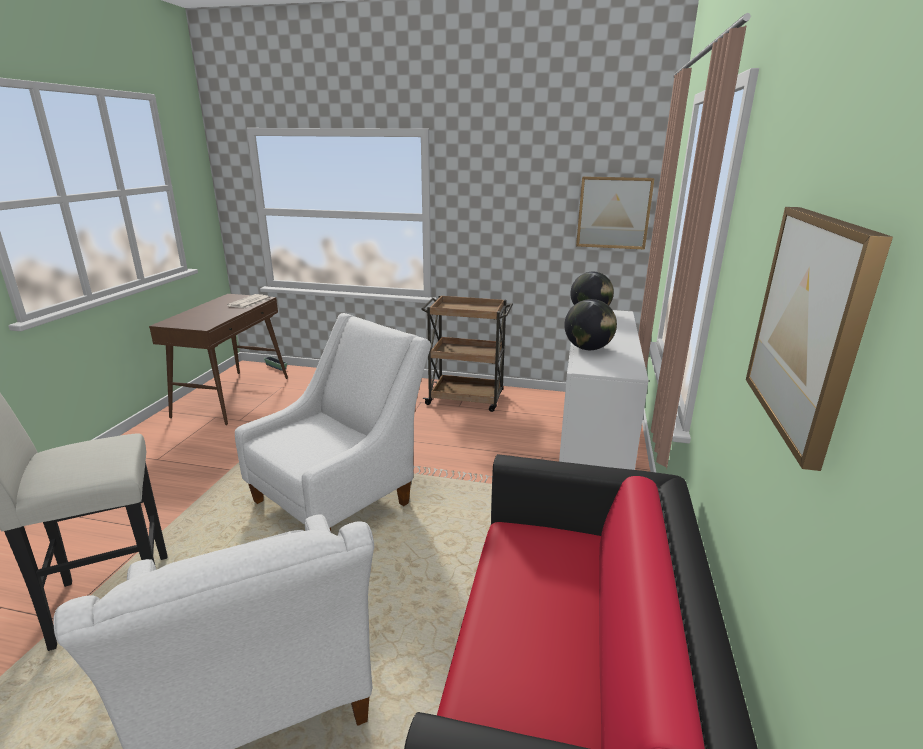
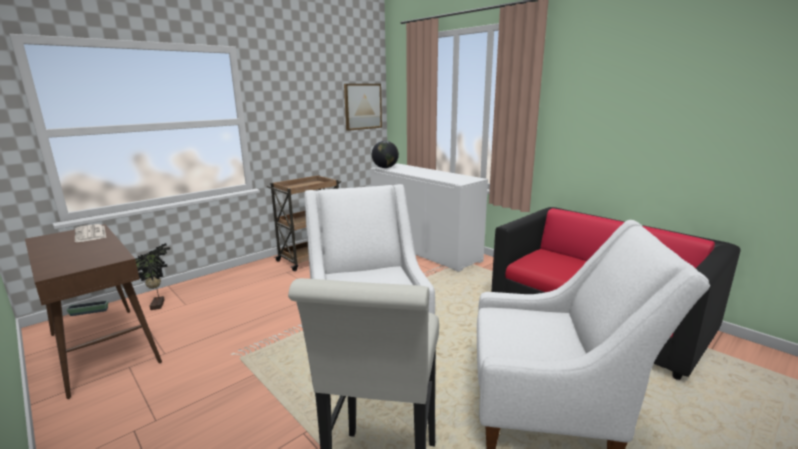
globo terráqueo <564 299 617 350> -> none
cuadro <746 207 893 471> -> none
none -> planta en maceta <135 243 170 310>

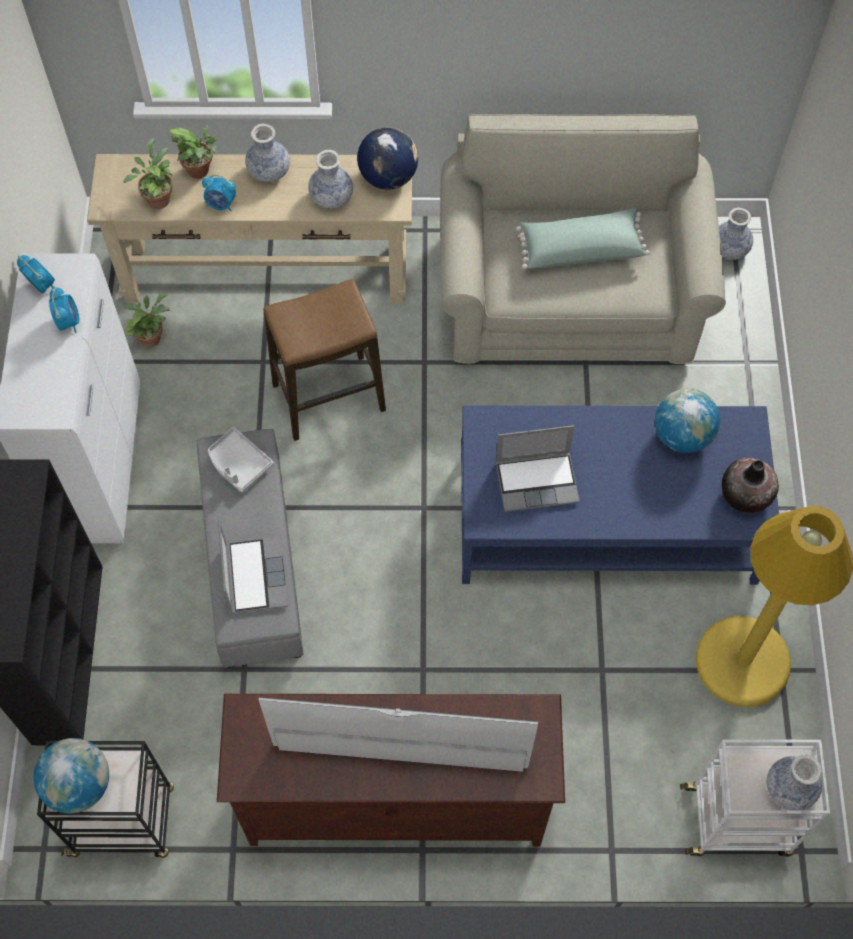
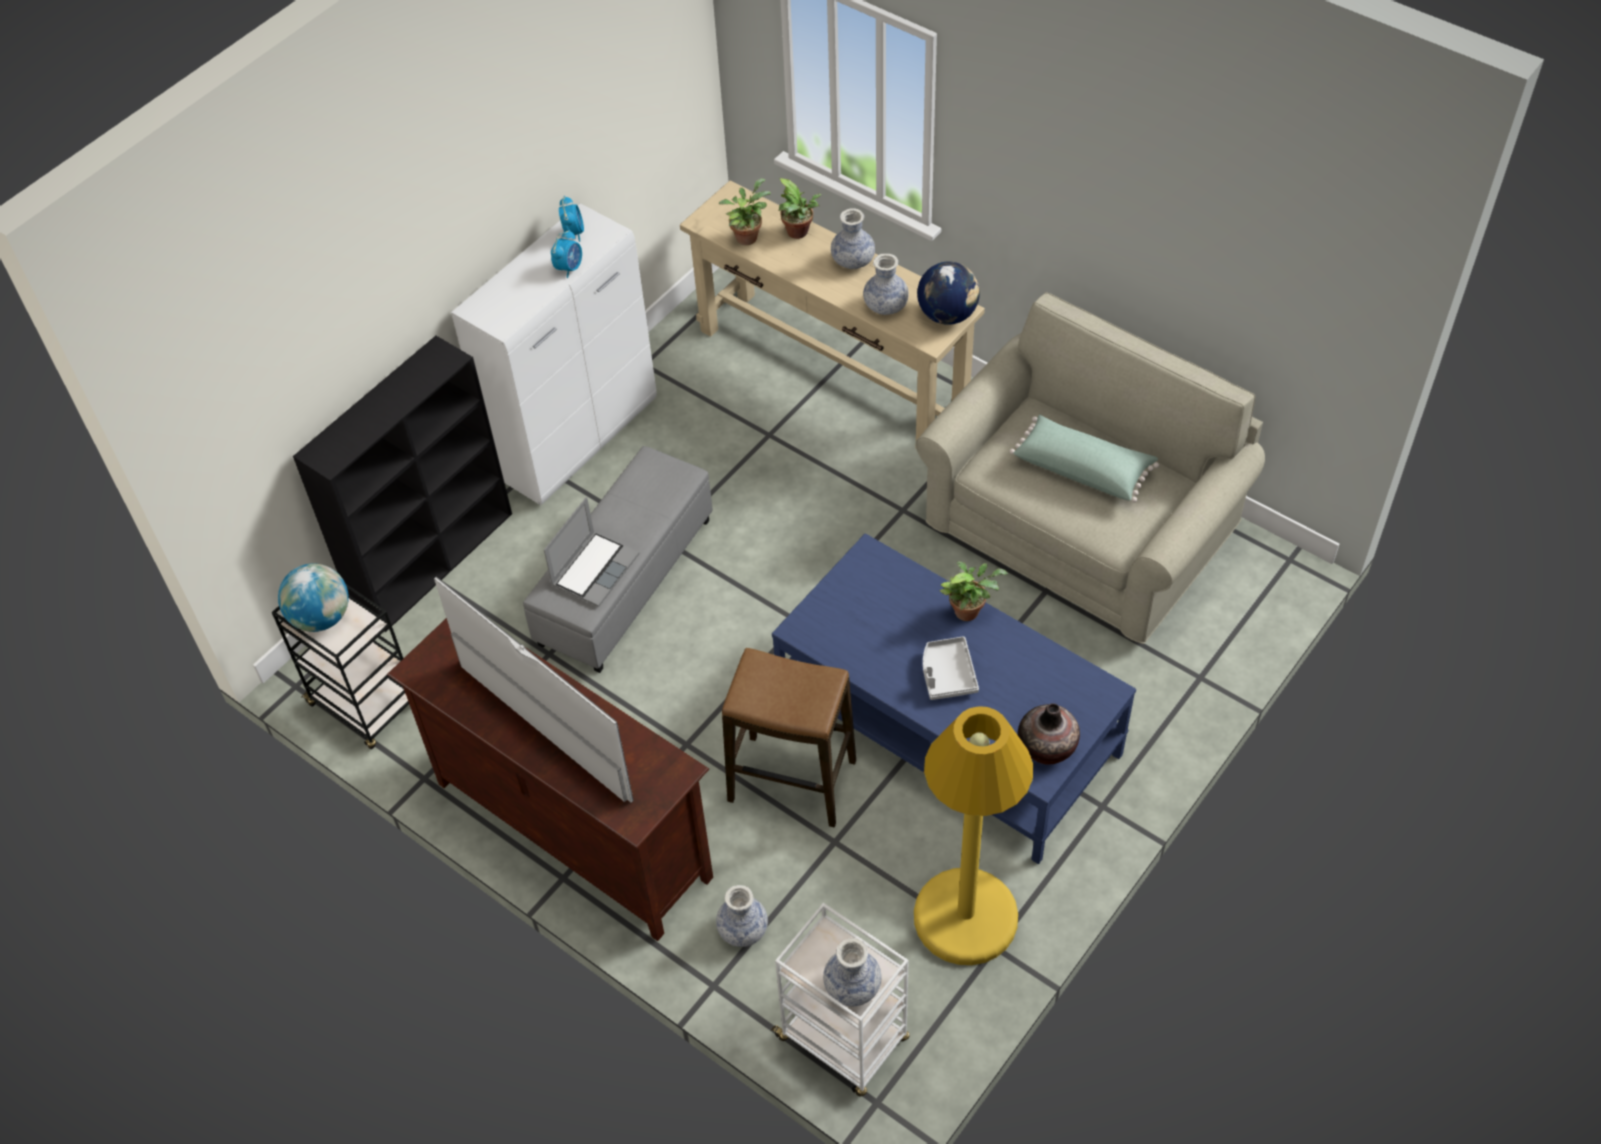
planta en maceta <124 293 170 348> -> planta en maceta <940 561 1008 621>, move
despertador <202 175 236 211> -> none
bandeja/gris <208 427 274 493> -> bandeja/gris <923 636 979 700>, move
taburete <263 279 386 441> -> taburete <722 648 856 827>, move
portátil <496 425 580 512> -> none
globo terráqueo <655 389 720 453> -> none
florero <719 207 753 260> -> florero <716 885 768 947>, move

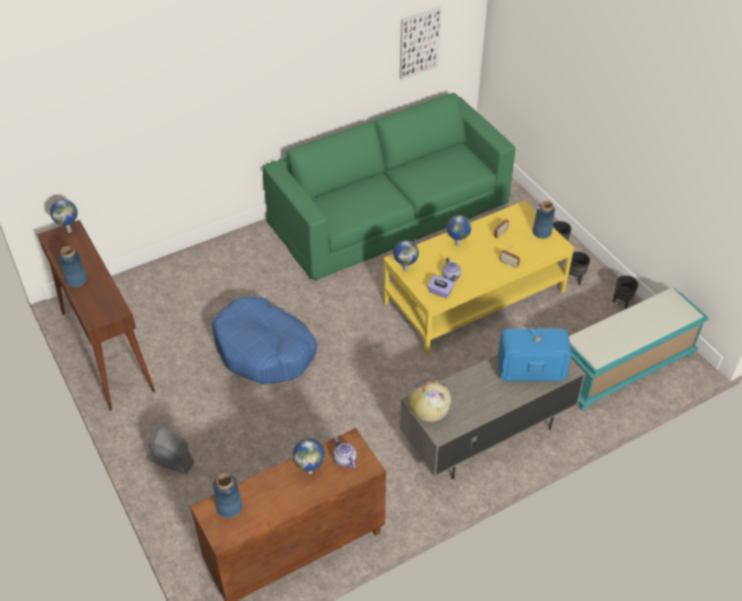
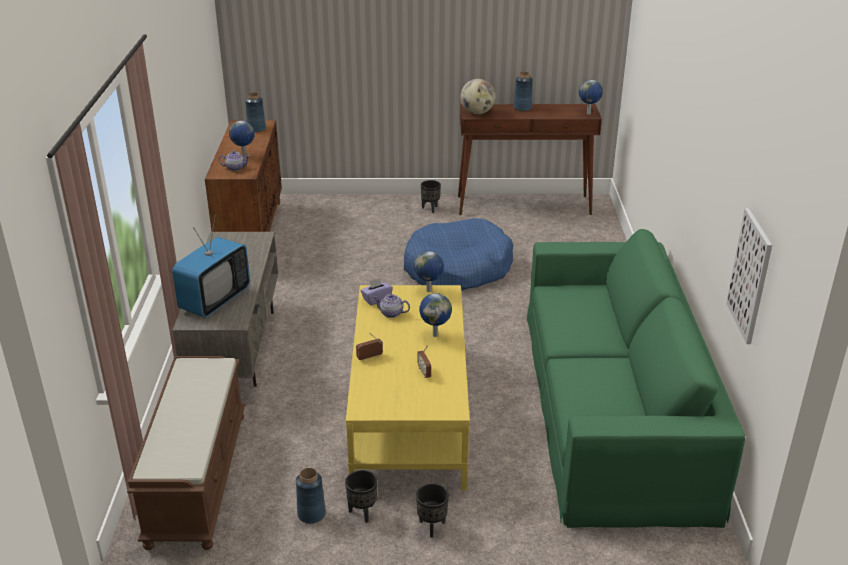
ventilador/gris <147 428 195 474> -> none
globo terráqueo <408 379 451 422> -> globo terráqueo <460 79 495 114>, move
florero/azul <533 201 555 239> -> florero/azul <296 468 326 524>, move
banco/turquesa <569 288 709 411> -> banco/marrón <127 356 245 550>
maceta/negro <613 275 638 309> -> maceta/negro <421 180 441 213>, move

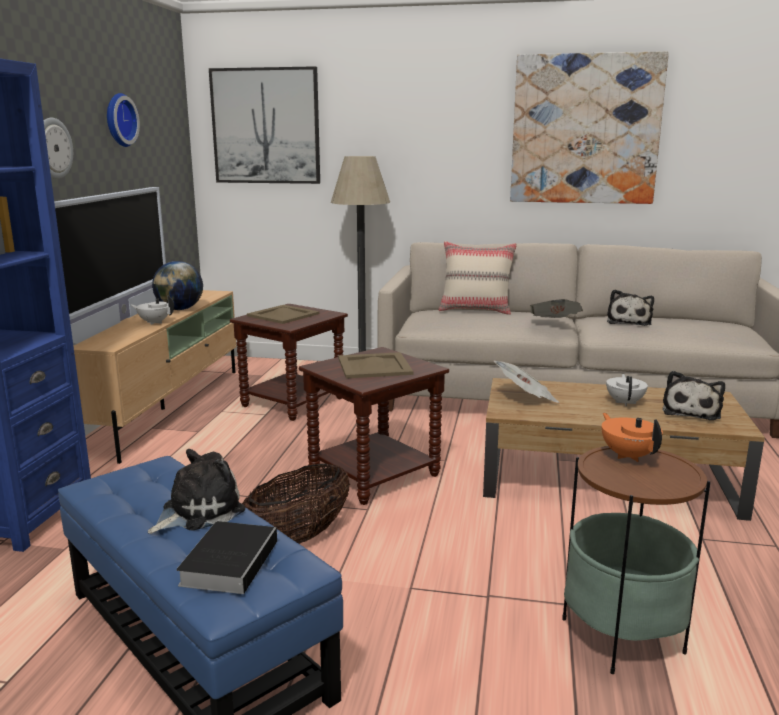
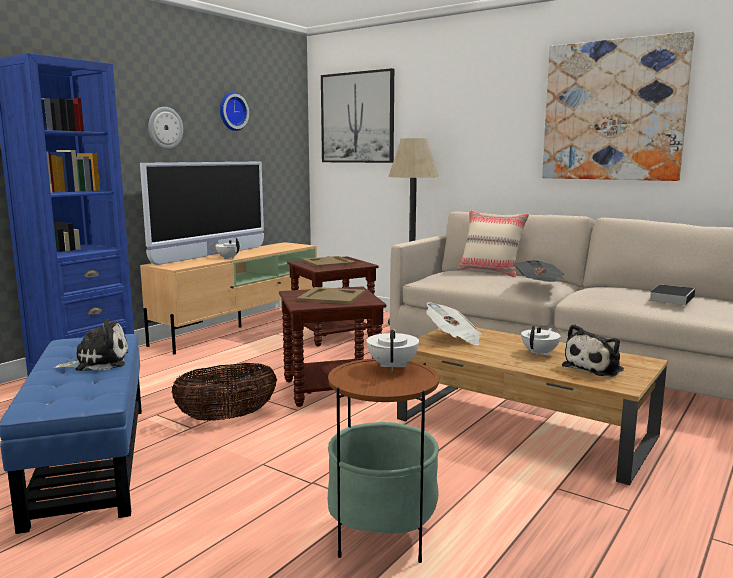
globo terráqueo <152 261 203 310> -> none
libro <177 521 279 594> -> libro <649 285 695 305>, move
tetera/naranja <602 413 663 462> -> tetera/blanco <367 329 419 371>
peluche <607 289 654 326> -> none

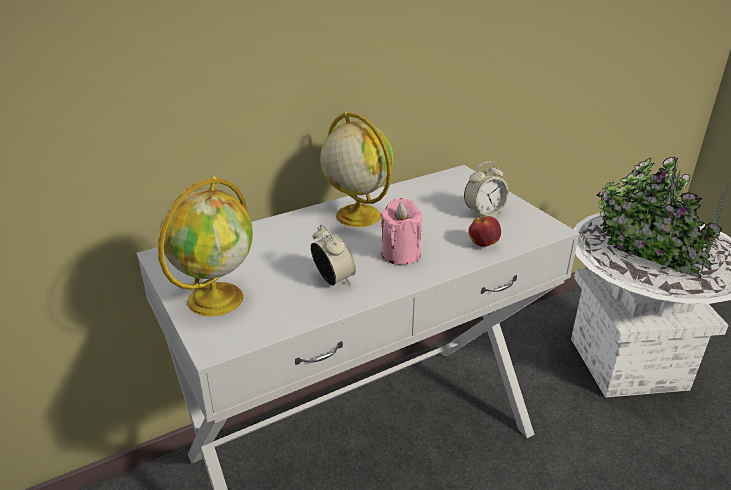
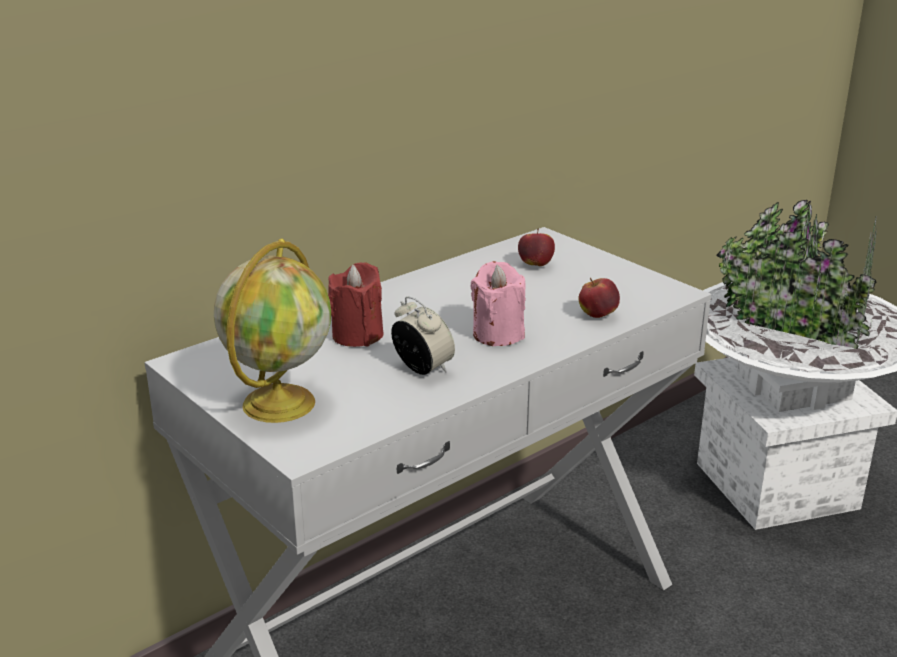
globo terráqueo <320 111 393 227> -> none
despertador <464 162 509 218> -> none
none -> vela/rojo <328 262 384 347>
none -> manzana <518 229 555 266>

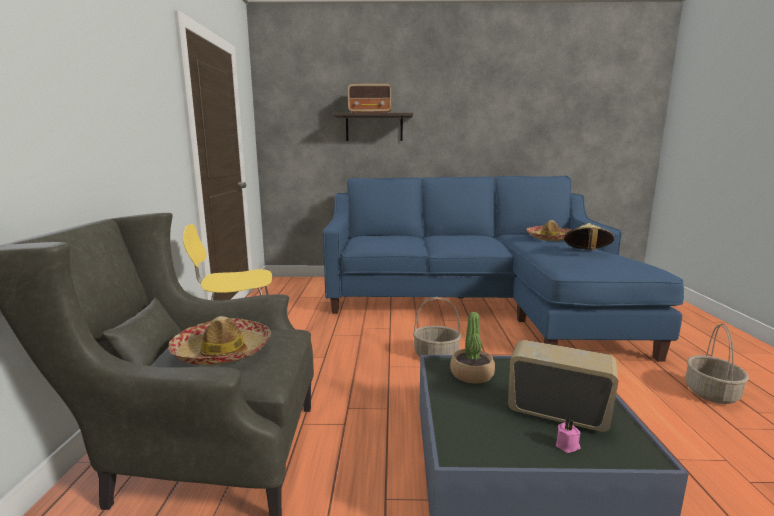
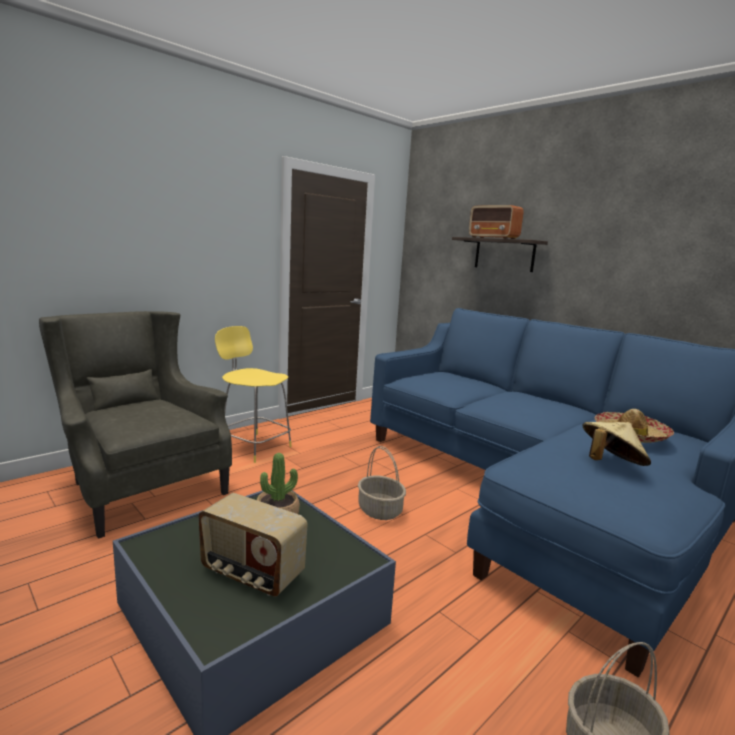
sombrero <168 316 271 365> -> none
radio <508 340 618 432> -> radio <198 493 307 597>, 135 degrees clockwise
vela/rosa <556 419 581 453> -> none

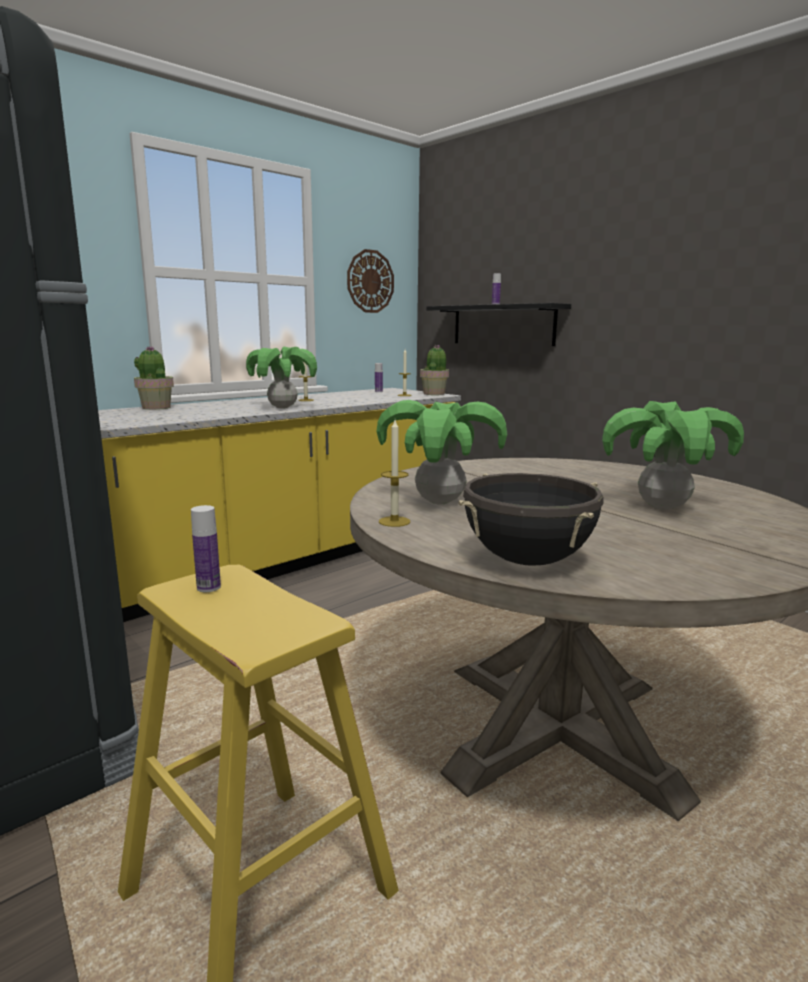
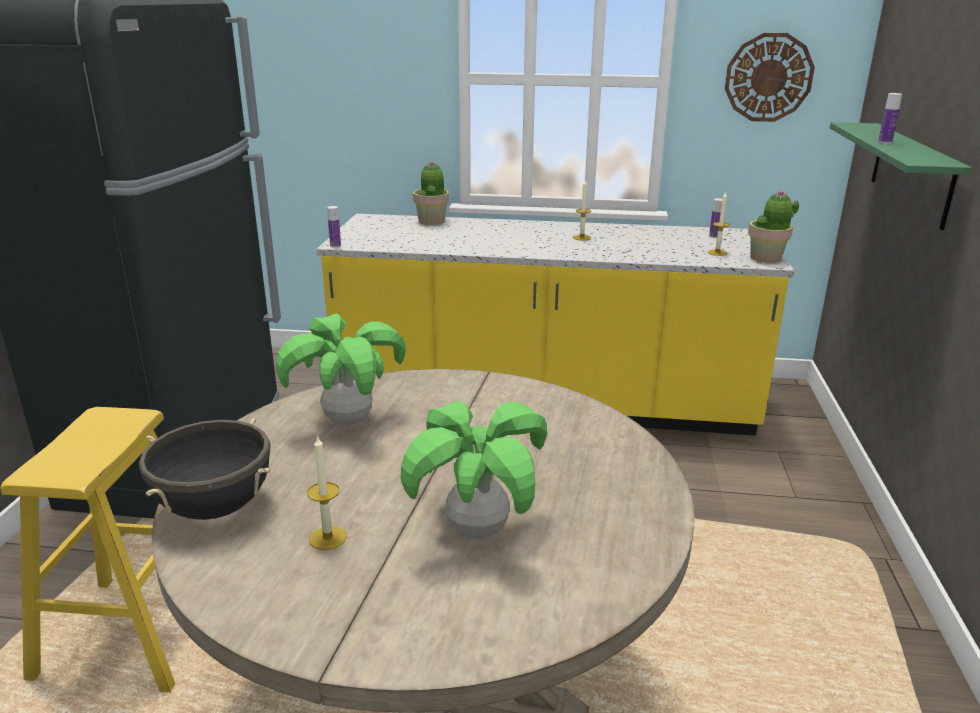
botella <191 505 221 592> -> botella <327 206 341 248>, move
planta en maceta <246 347 317 408> -> none
vela <379 420 410 527> -> vela <307 435 347 550>, move
estante/negro <426 303 571 346> -> estante/verde <830 122 972 230>

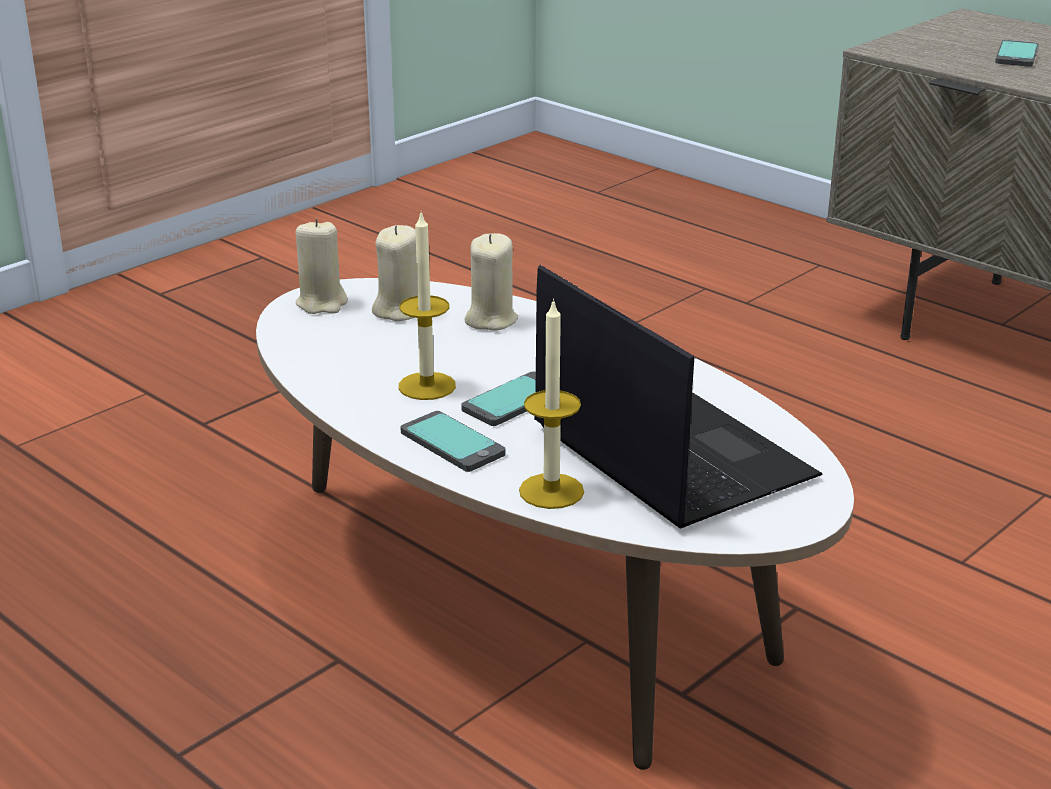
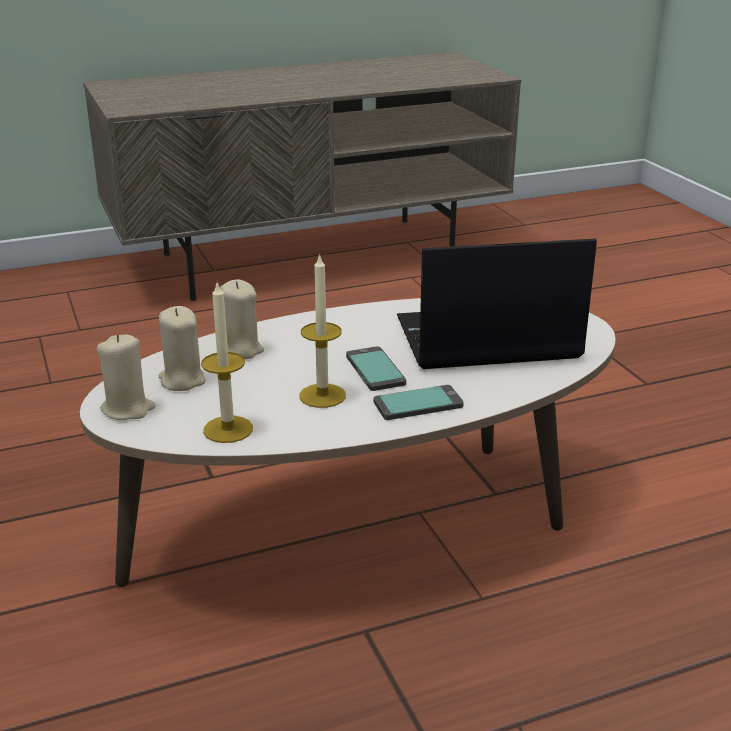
vela <519 298 584 509> -> vela <201 283 253 443>, move
móvil <995 40 1039 67> -> none

